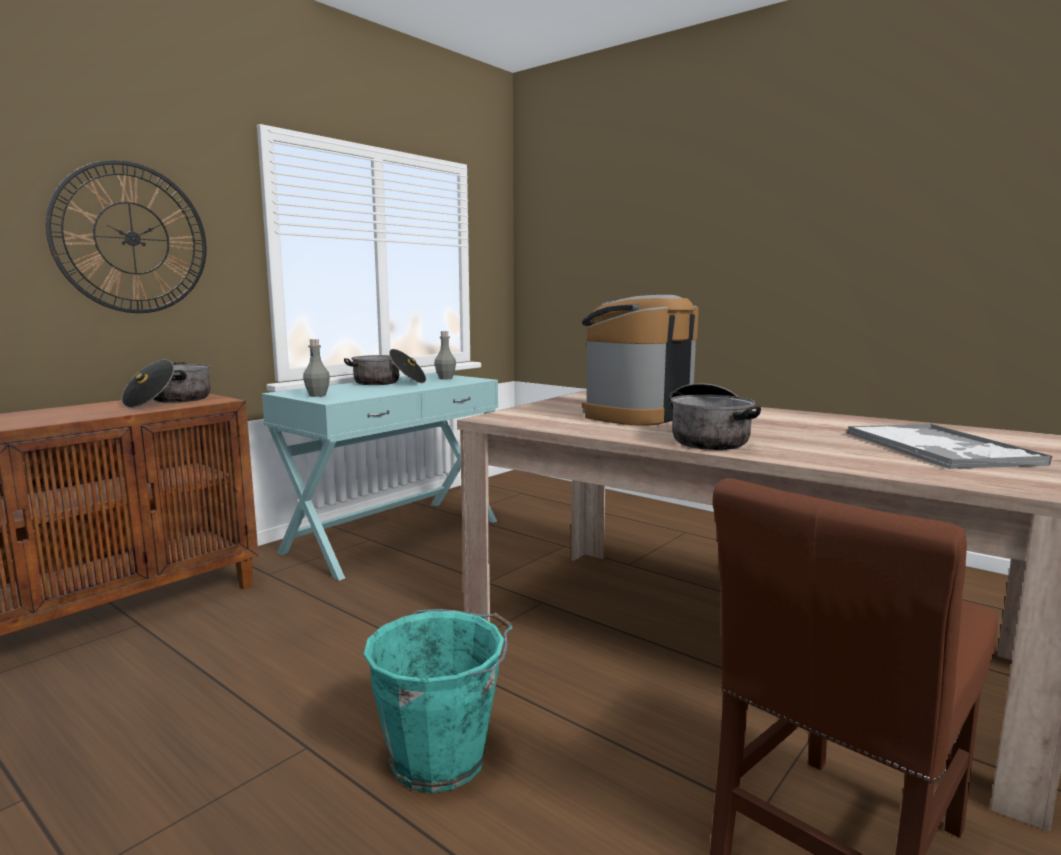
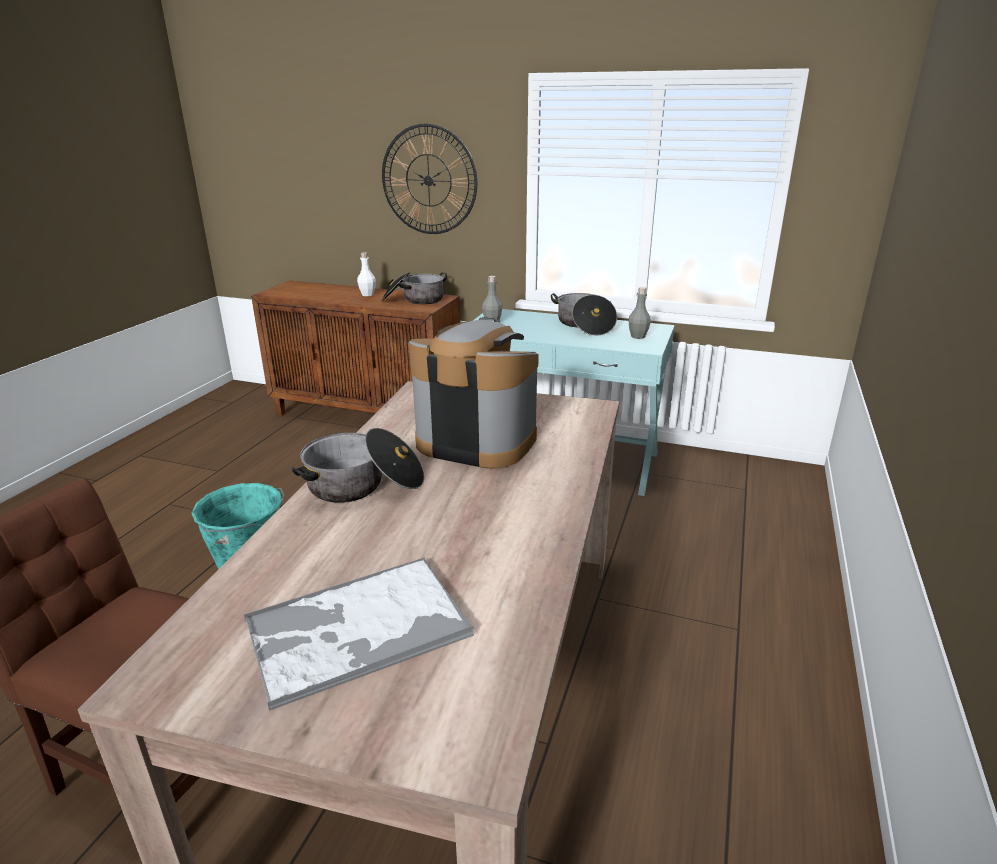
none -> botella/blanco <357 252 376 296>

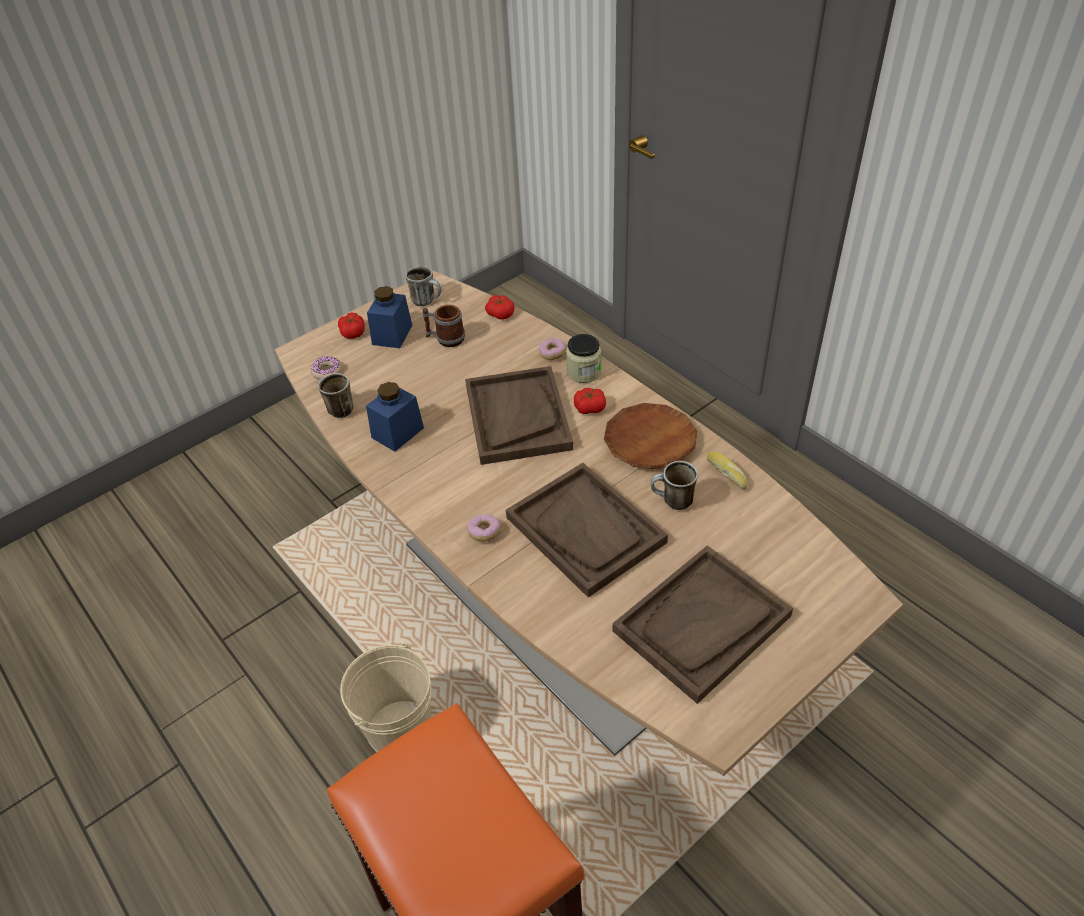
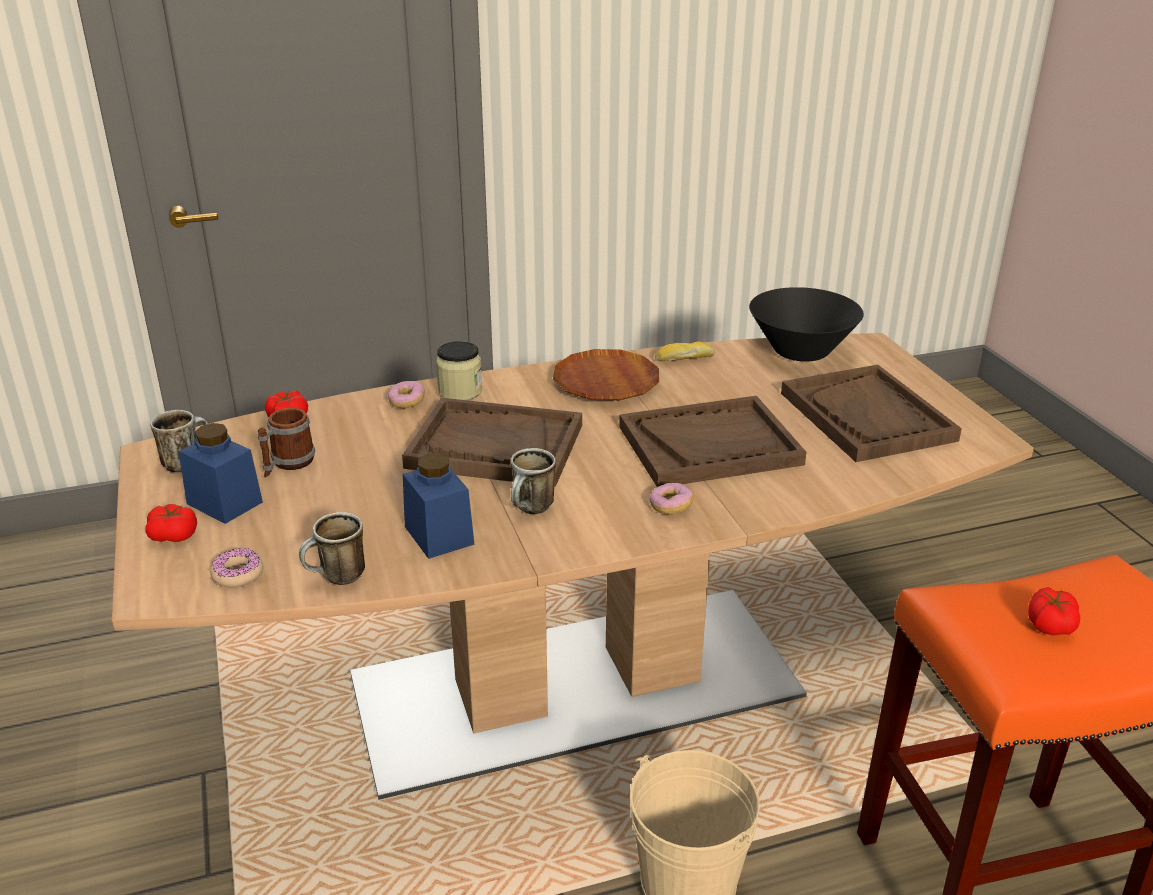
tomate <574 388 606 414> -> tomate <1028 587 1080 635>, move
taza grande <651 461 698 510> -> taza grande <511 448 556 514>, move
none -> cuenco/negro <749 287 864 362>

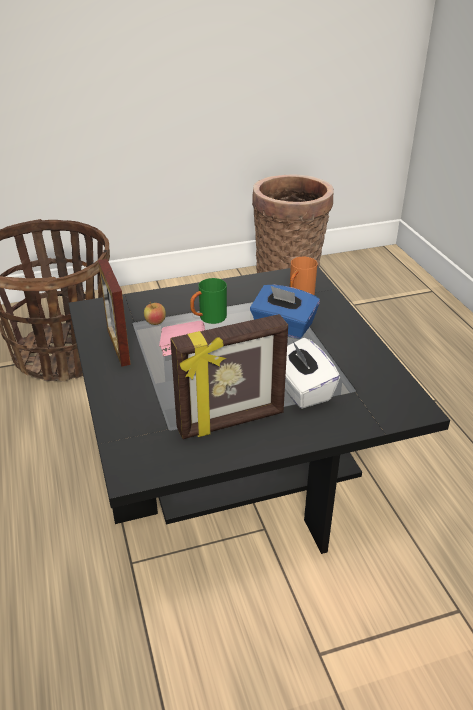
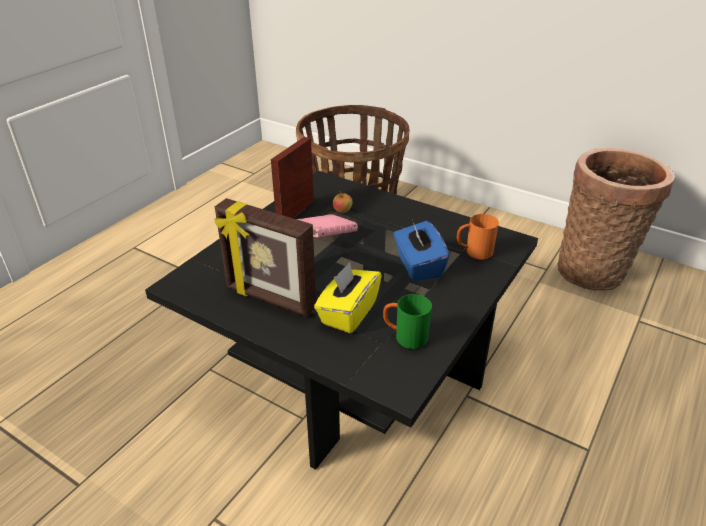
taza grande/verde <190 278 227 324> -> taza grande/verde <383 294 432 349>, move
caja de pañuelos/blanco <285 338 340 409> -> caja de pañuelos/amarillo <314 262 382 334>

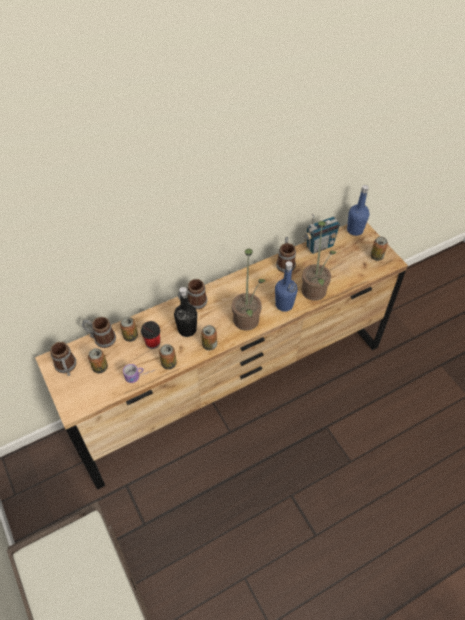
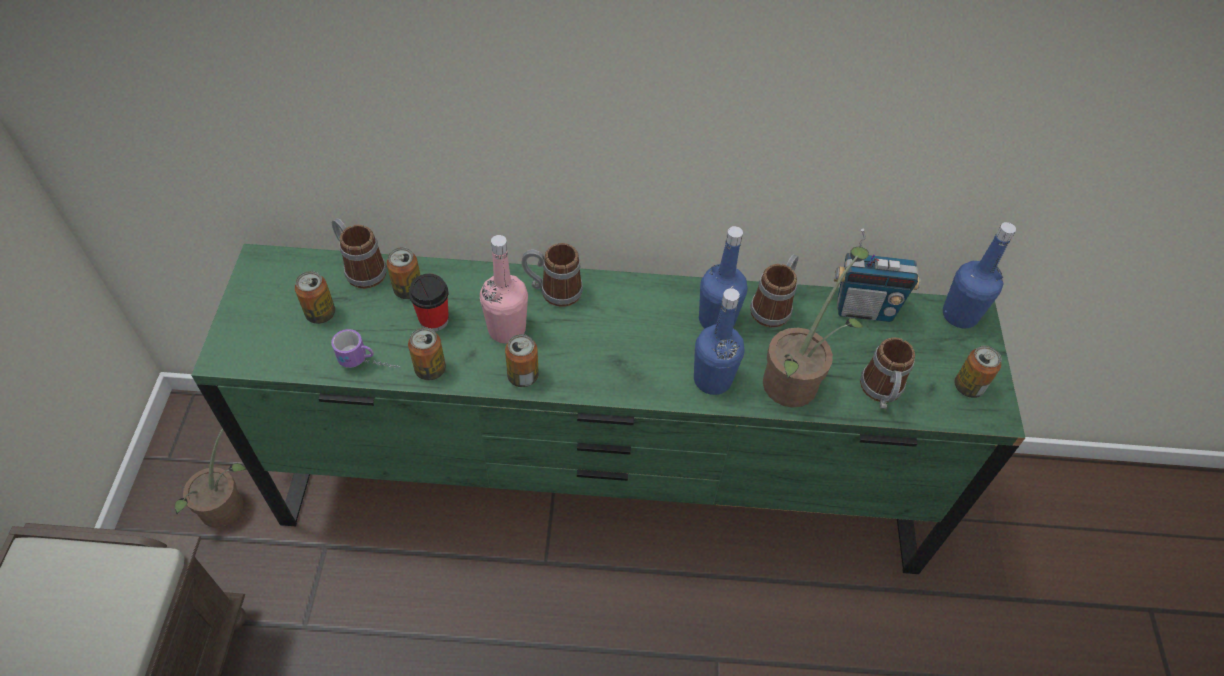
cómoda/marrón <35 223 408 490> -> cómoda/verde <191 244 1025 574>
taza grande <50 342 76 376> -> taza grande <860 337 915 409>, move
botella/negro <174 287 197 337> -> botella/rosa <480 235 528 344>
planta en maceta <232 249 266 331> -> planta en maceta <175 428 247 528>, move
none -> botella/azul <699 226 748 329>

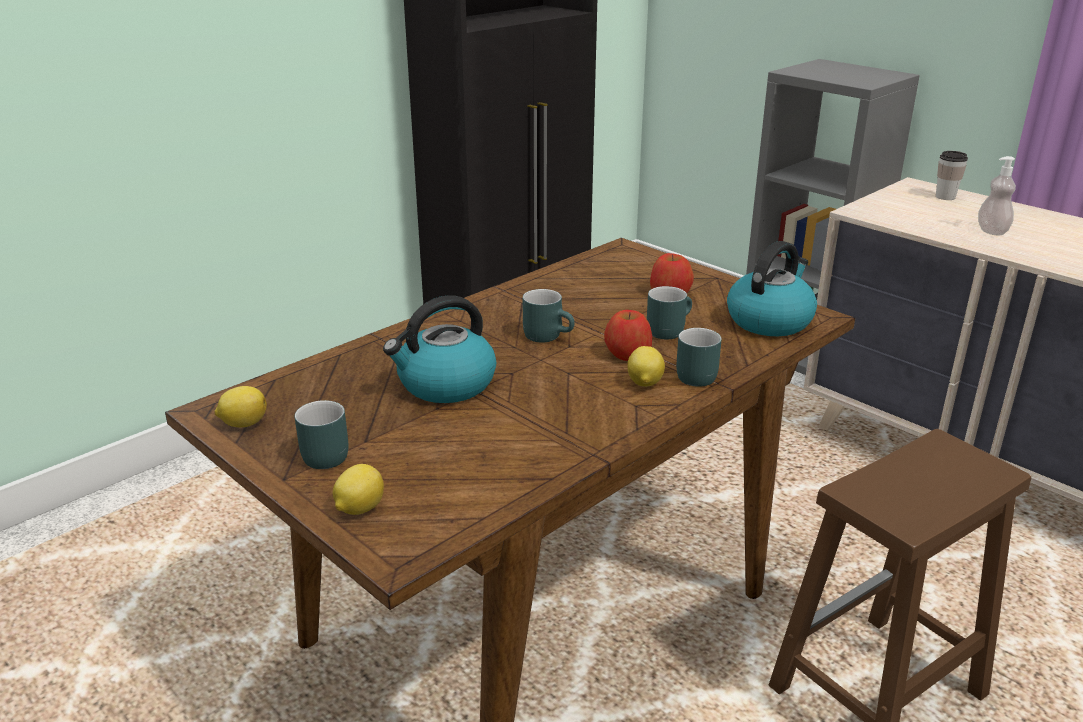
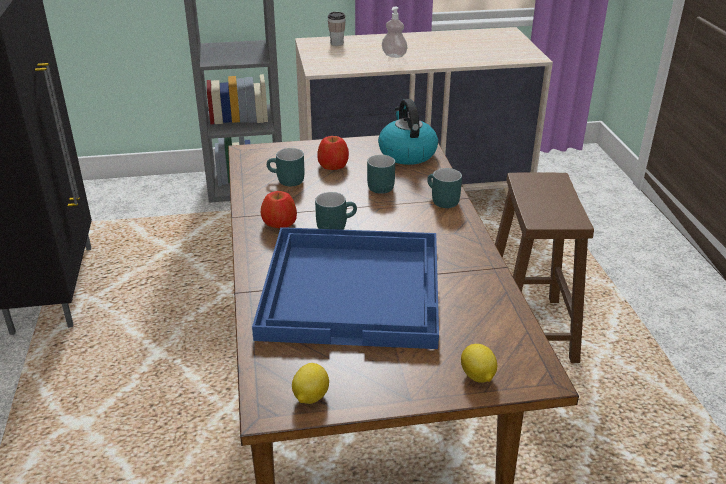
taza grande/turquesa <295 400 348 469> -> taza grande/turquesa <267 148 304 186>, move
hervidor <383 295 496 403> -> bandeja/azul <252 227 439 349>
manzana <604 310 652 361> -> manzana <261 191 297 228>, move
limón <627 346 665 387> -> none

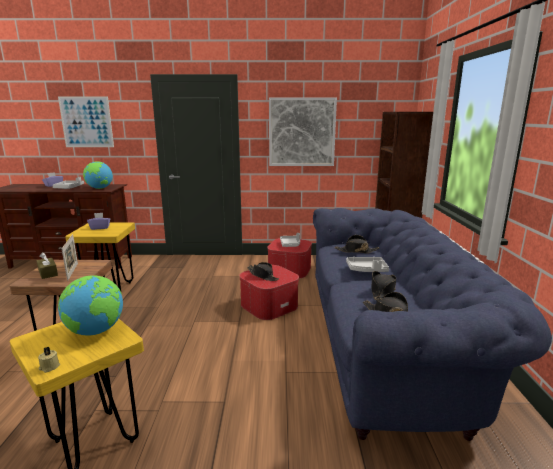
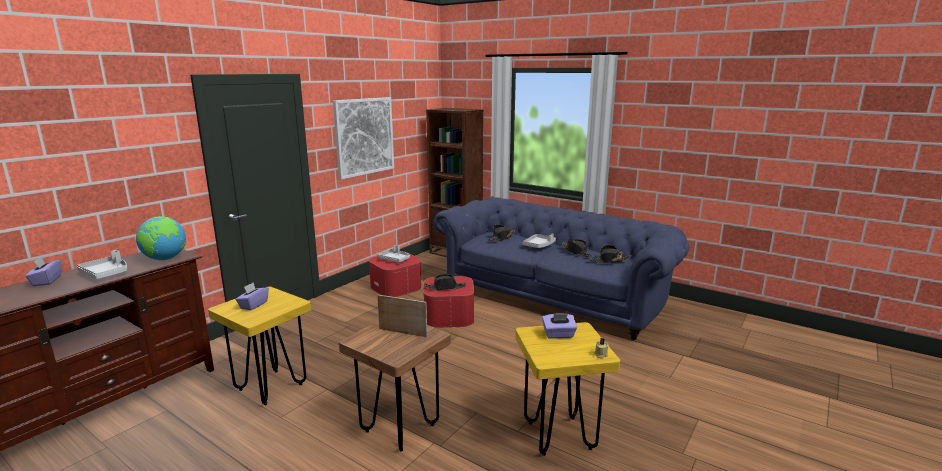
caja de pañuelos/marrón <37 252 58 279> -> none
cuadro <58 96 114 147> -> none
globo terráqueo <58 275 123 335> -> caja de pañuelos/morado <542 313 577 339>

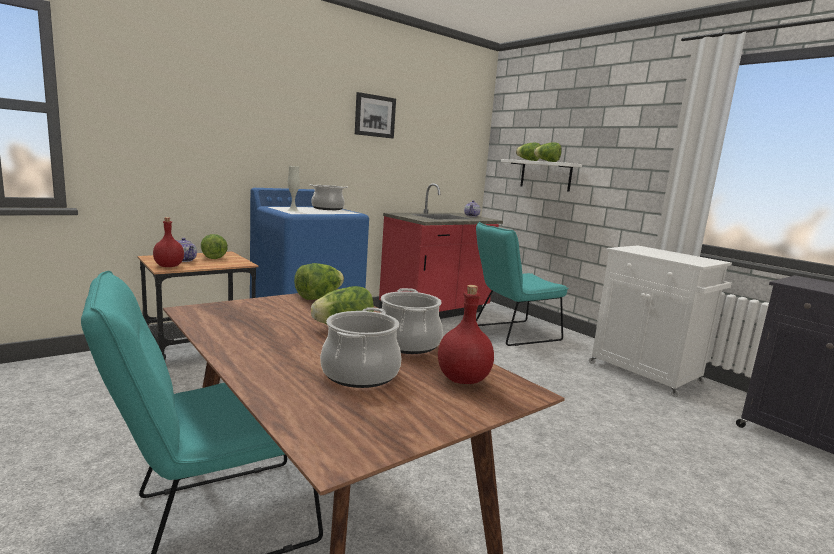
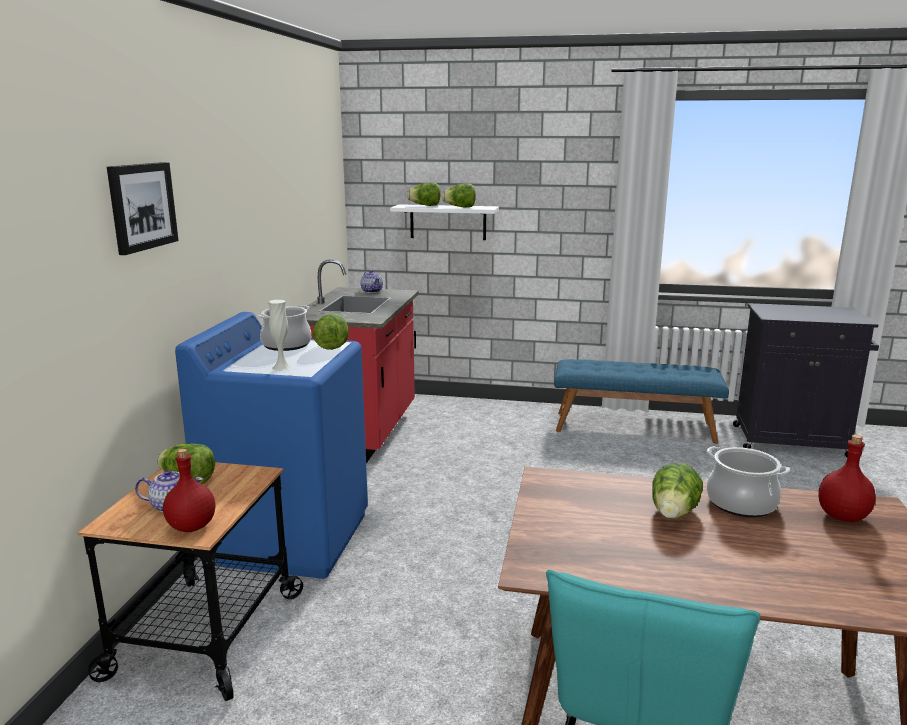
lechuga <294 263 344 300> -> lechuga <313 314 349 350>, move
olla <320 307 401 388> -> none
cuadro <355 92 396 139> -> cuadro <107 162 179 255>, move
silla/turquesa <476 222 568 346> -> none
armario/blanco <589 245 732 397> -> banco/azul <554 359 729 444>

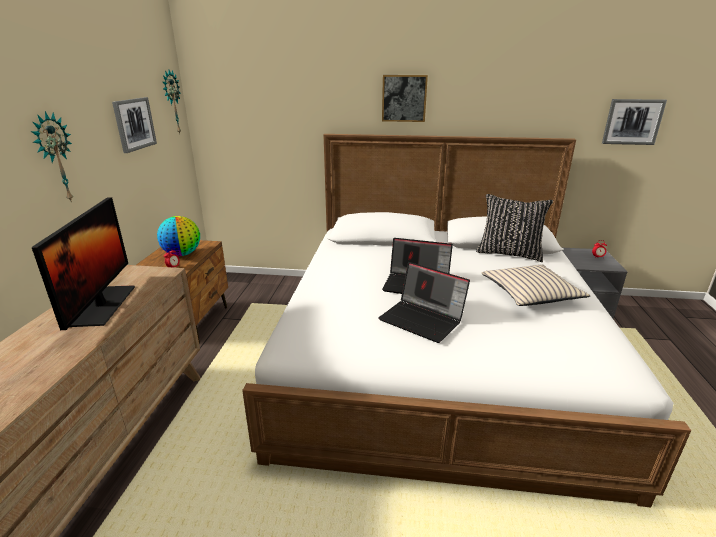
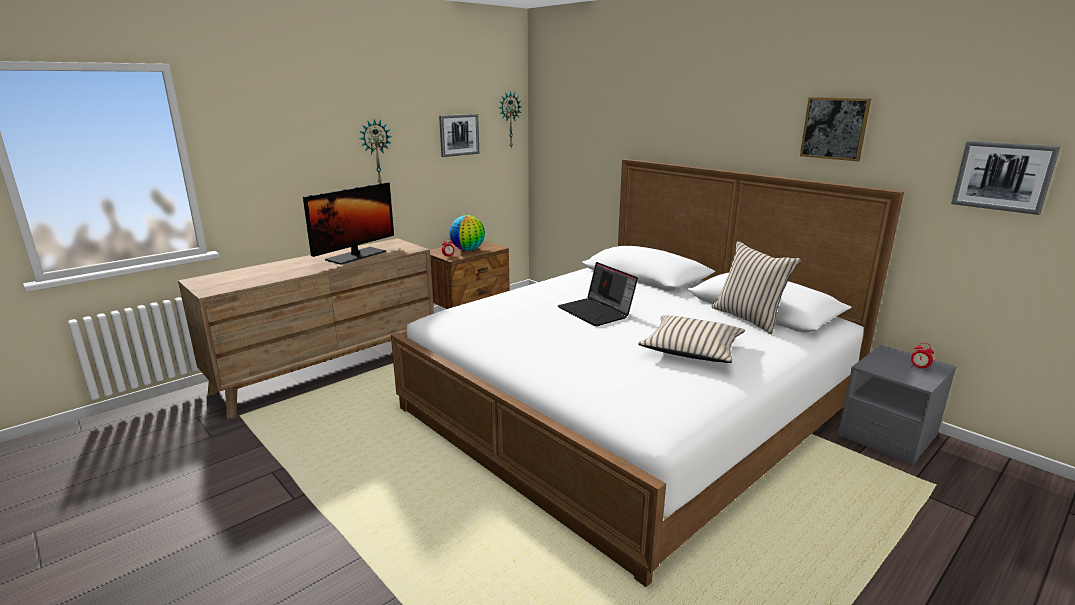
portátil <378 262 470 343> -> none
cuadro <382 75 428 122> -> cuadro <800 97 871 161>, move
cojín/negro <476 194 553 262> -> cojín/beis <712 241 801 334>

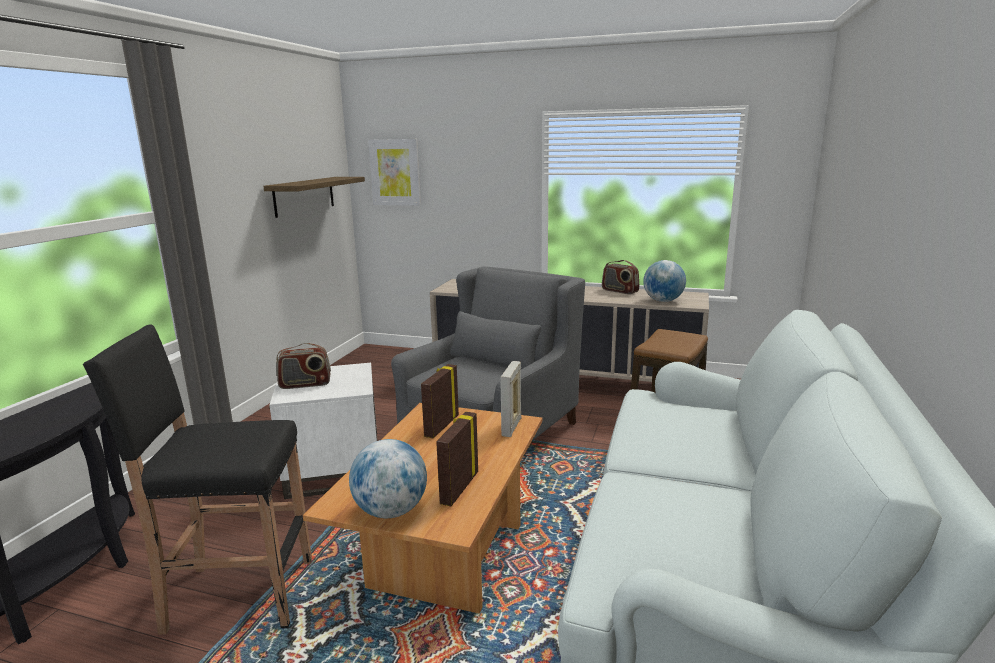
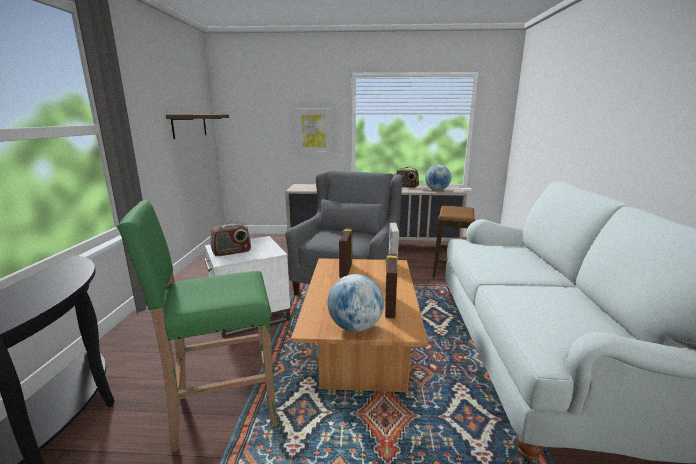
taburete/negro <83 325 312 635> -> taburete/verde <117 200 277 453>
cuadro <368 139 421 206> -> cuadro <295 108 332 154>, move

